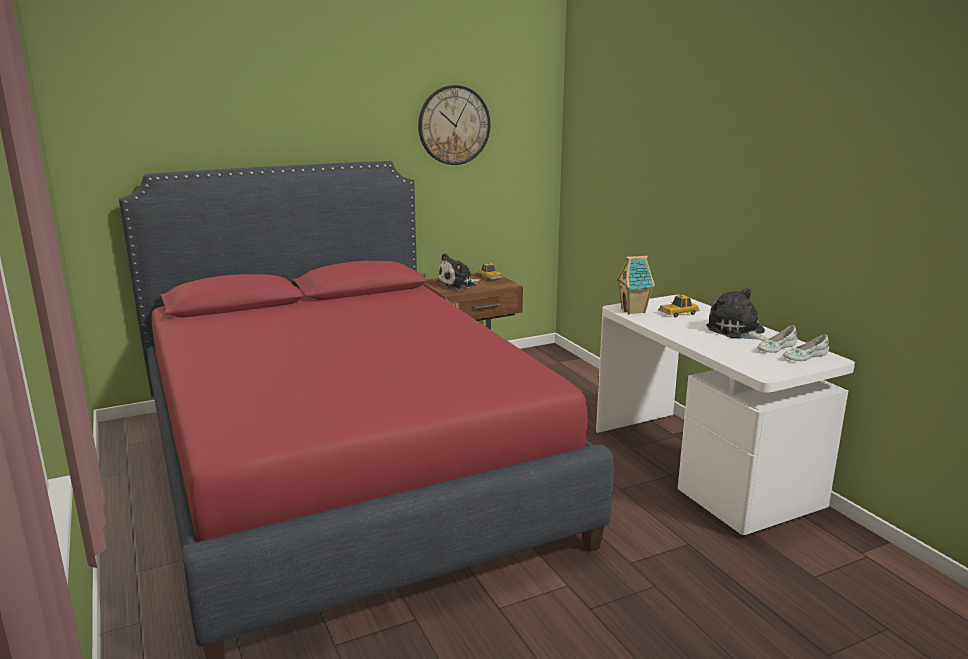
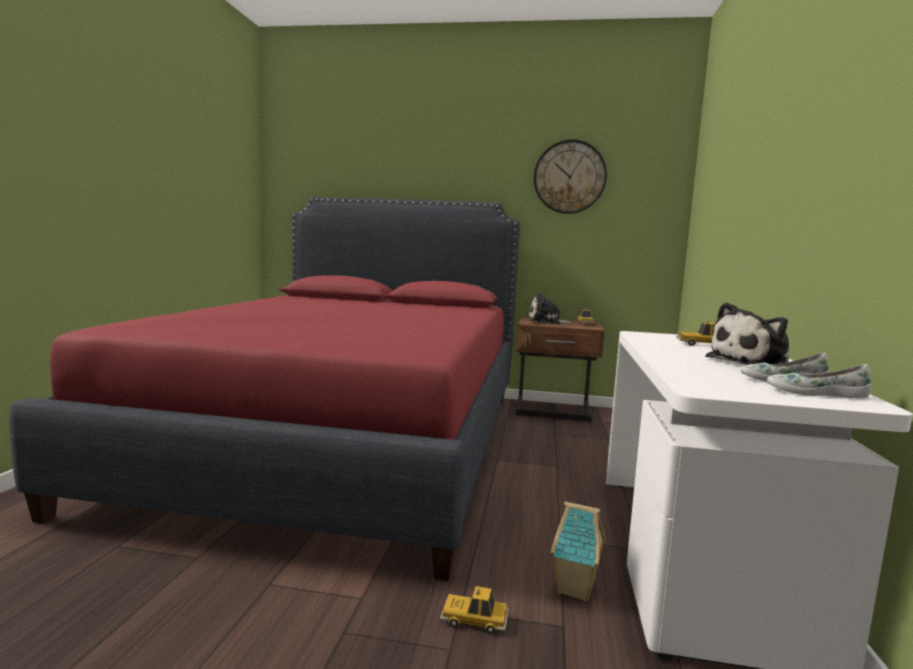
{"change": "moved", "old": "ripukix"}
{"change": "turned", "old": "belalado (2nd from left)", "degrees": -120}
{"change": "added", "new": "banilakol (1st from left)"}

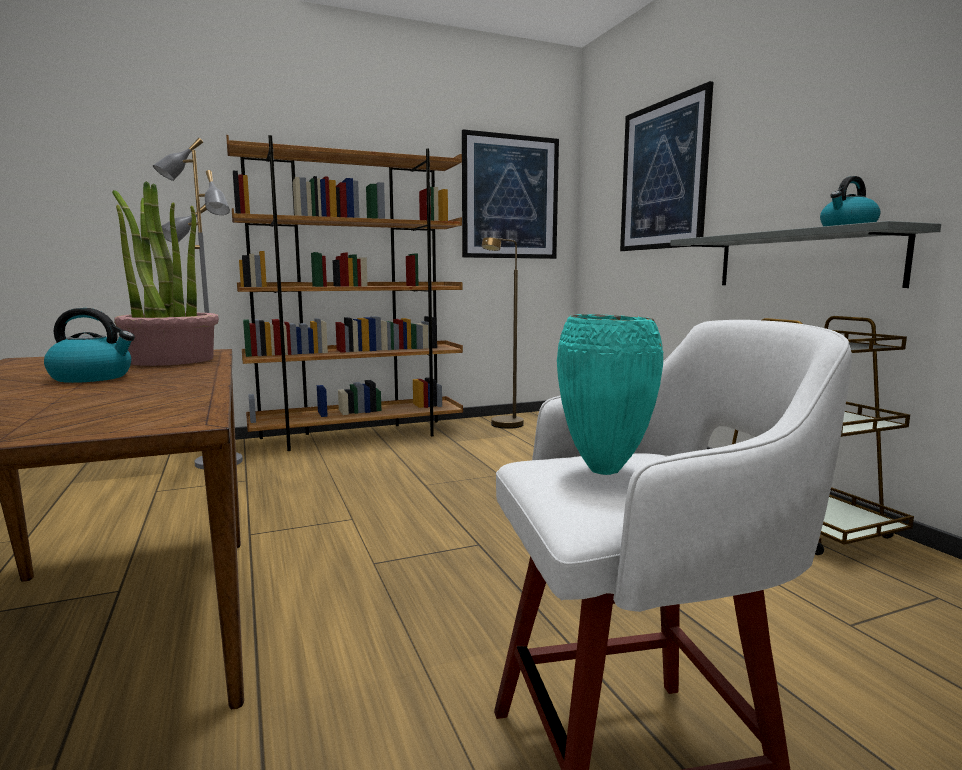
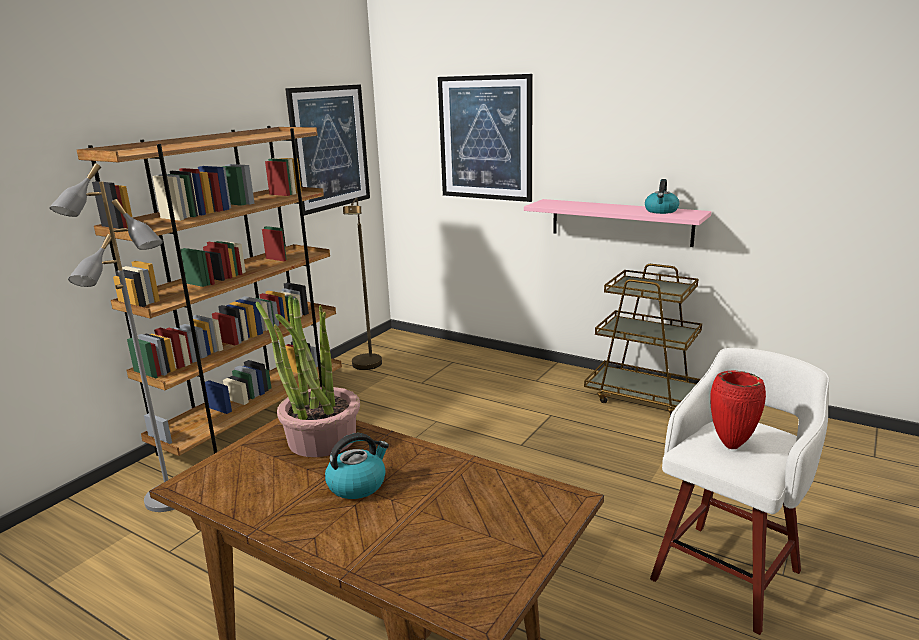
{"change": "recoloured", "old": "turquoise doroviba", "new": "red doroviba"}
{"change": "recoloured", "old": "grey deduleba", "new": "pink deduleba"}

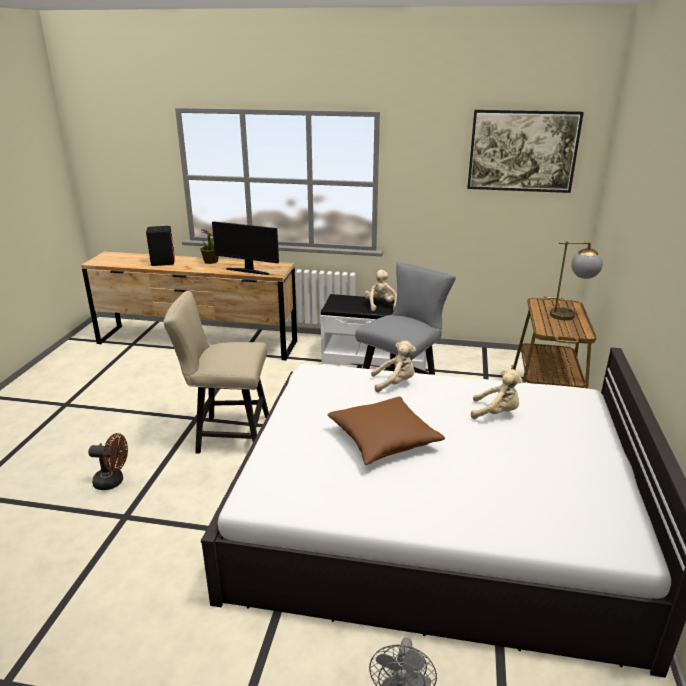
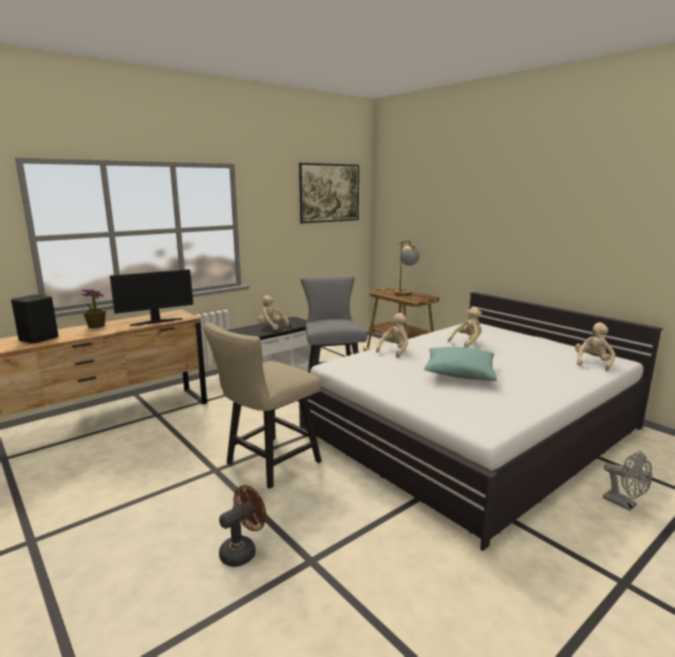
{"change": "recoloured", "old": "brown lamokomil", "new": "turquoise lamokomil"}
{"change": "added", "new": "beige belalado (4th from left)"}

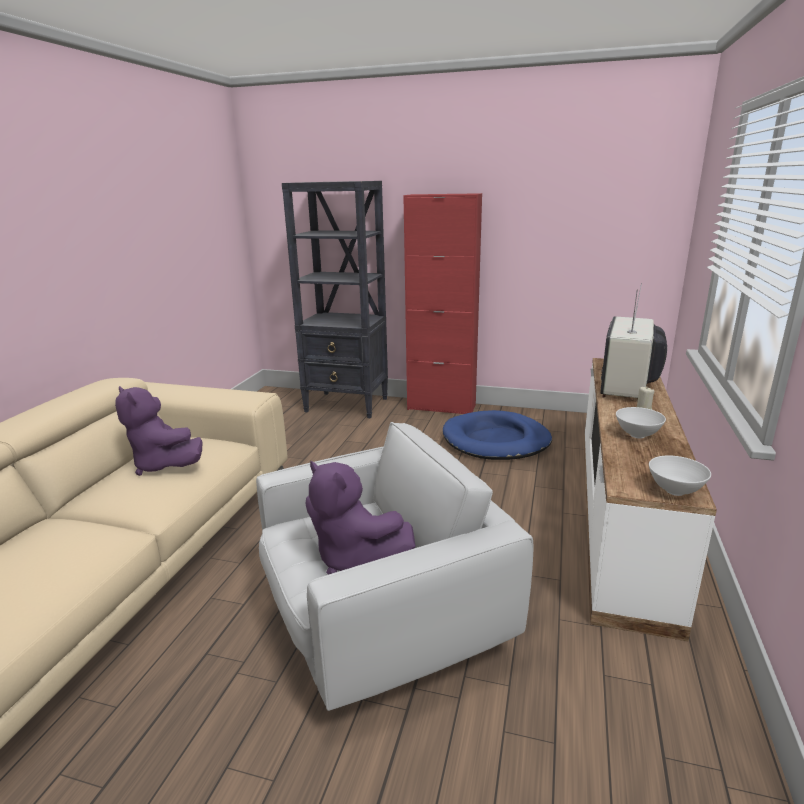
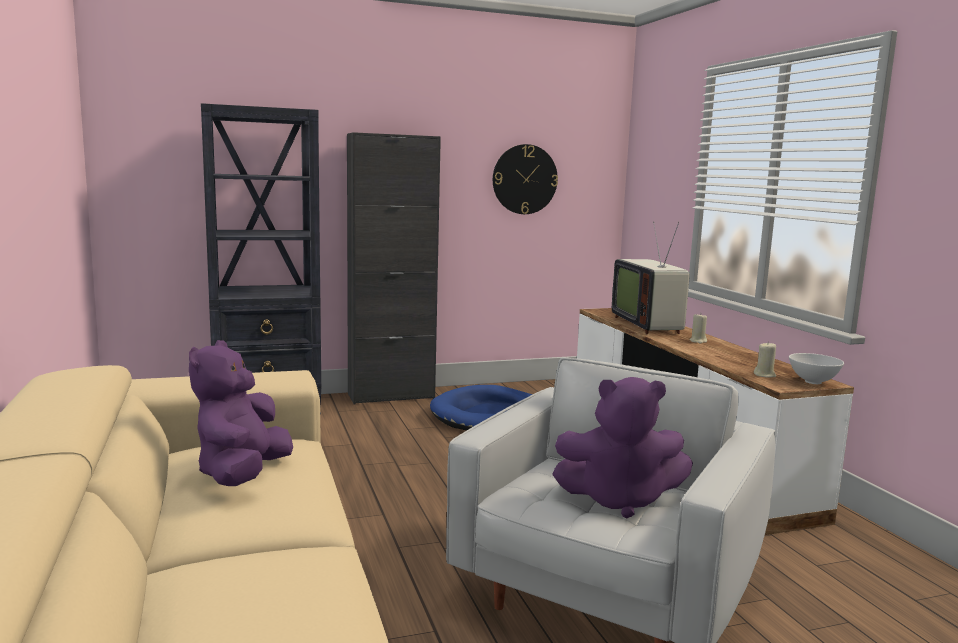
{"change": "turned", "old": "purple belalado (1st from left)", "degrees": 90}
{"change": "recoloured", "old": "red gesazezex", "new": "black gesazezex"}
{"change": "removed", "old": "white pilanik (1st from left)"}
{"change": "added", "new": "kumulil"}
{"change": "added", "new": "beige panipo (2nd from left)"}

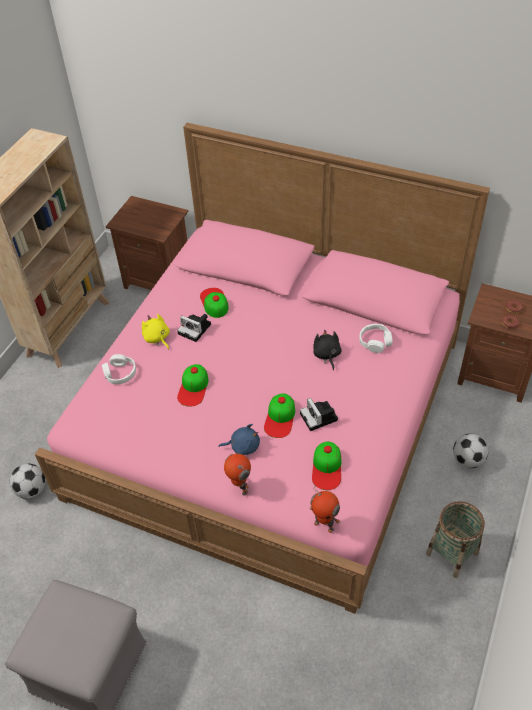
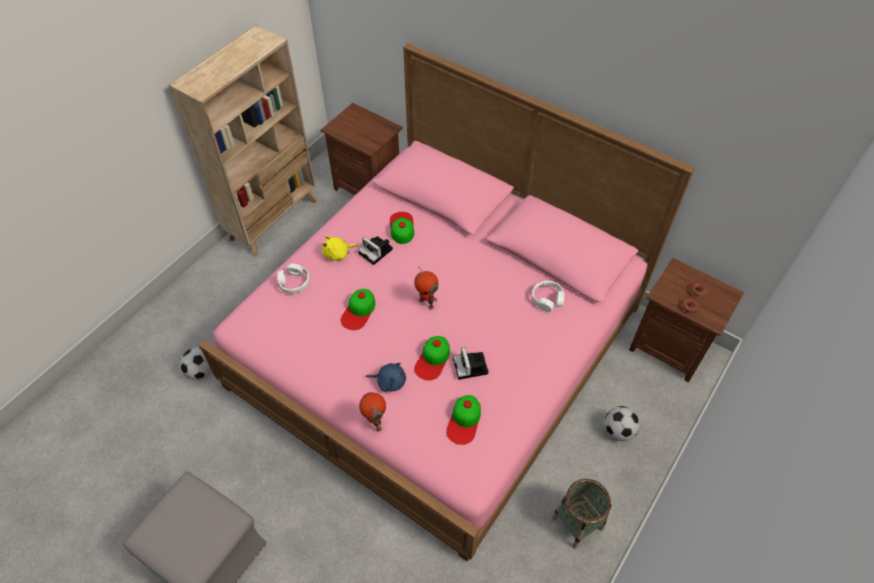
{"change": "turned", "old": "yellow belalado", "degrees": -90}
{"change": "moved", "old": "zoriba (2nd from left)"}
{"change": "removed", "old": "black belalado"}

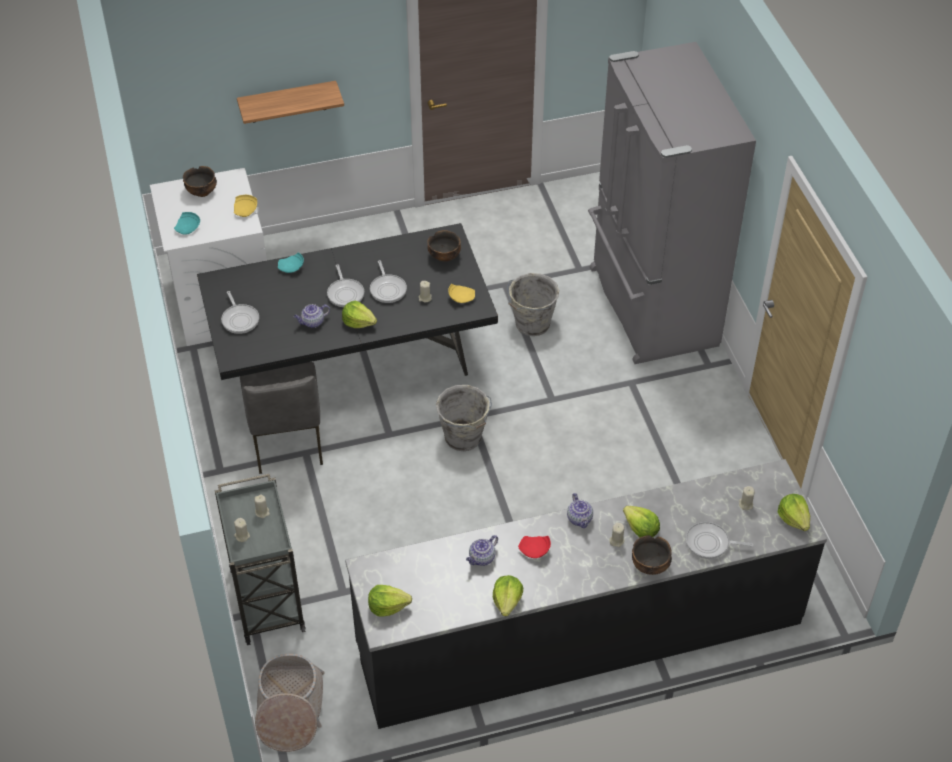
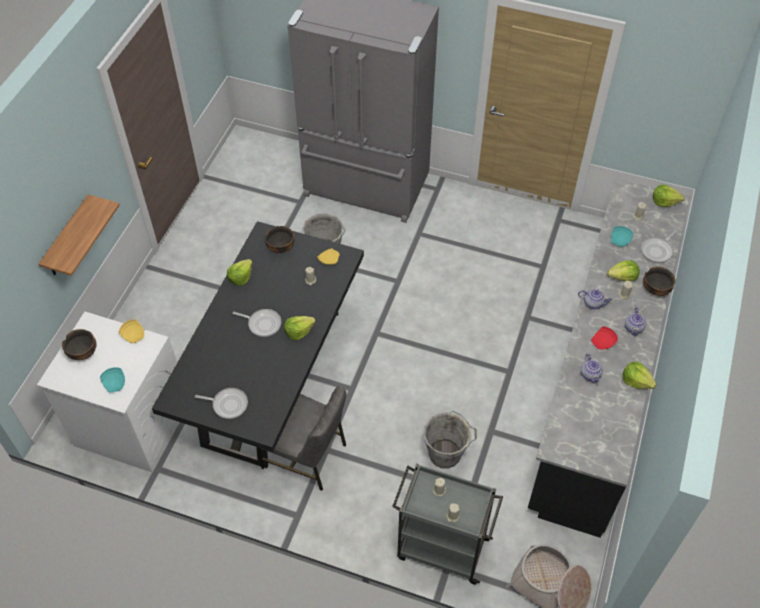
{"change": "moved", "old": "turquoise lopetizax (2nd from left)"}
{"change": "moved", "old": "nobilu (1st from left in the first image)", "new": "nobilu (3rd from left)"}
{"change": "moved", "old": "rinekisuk (2nd from left in the first image)", "new": "rinekisuk (1st from left)"}
{"change": "removed", "old": "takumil (3rd from left)"}
{"change": "moved", "old": "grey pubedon (1st from left in the first image)", "new": "grey pubedon (2nd from left)"}

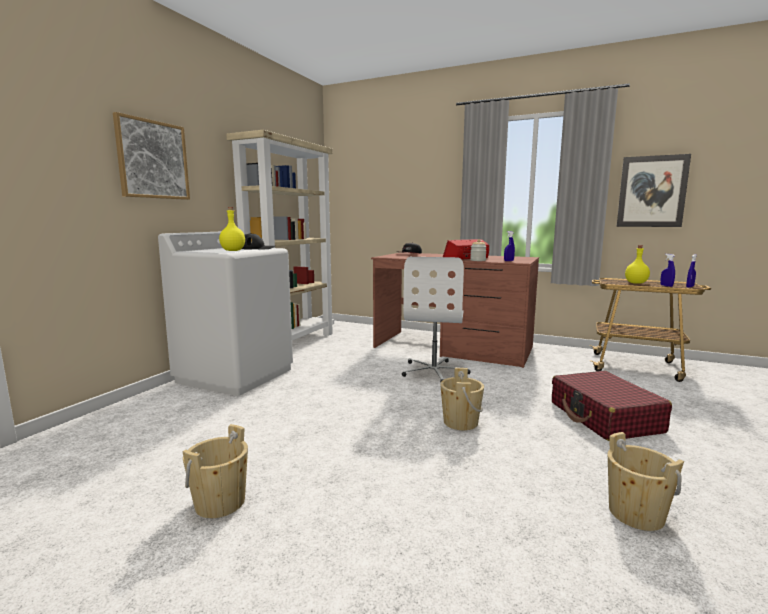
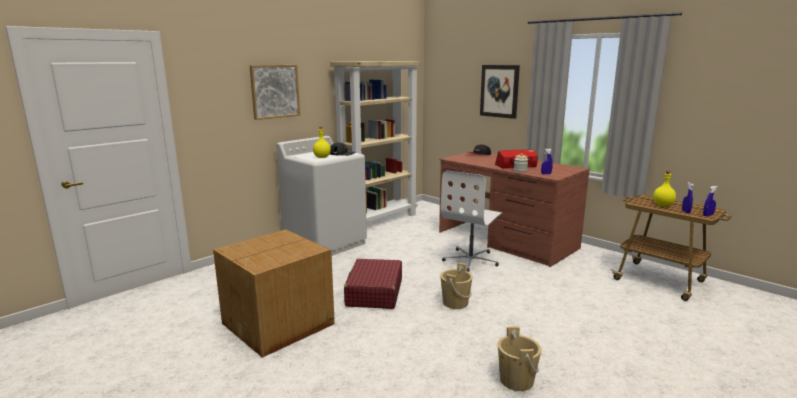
{"change": "replaced", "old": "beige pubedon (1st from left)", "new": "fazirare"}
{"change": "moved", "old": "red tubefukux"}
{"change": "moved", "old": "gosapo (2nd from left)"}

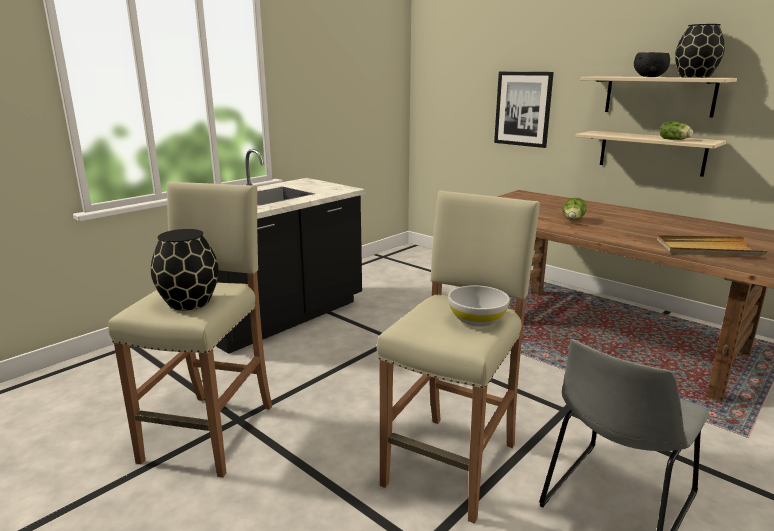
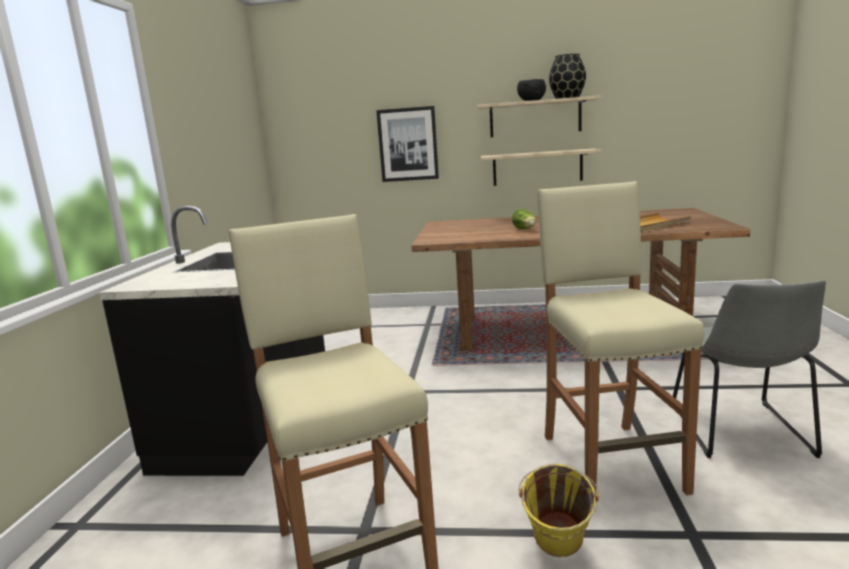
{"change": "removed", "old": "black doroviba (1st from left)"}
{"change": "removed", "old": "white pilanik"}
{"change": "removed", "old": "rinekisuk (2nd from left)"}
{"change": "added", "new": "yellow pubedon"}

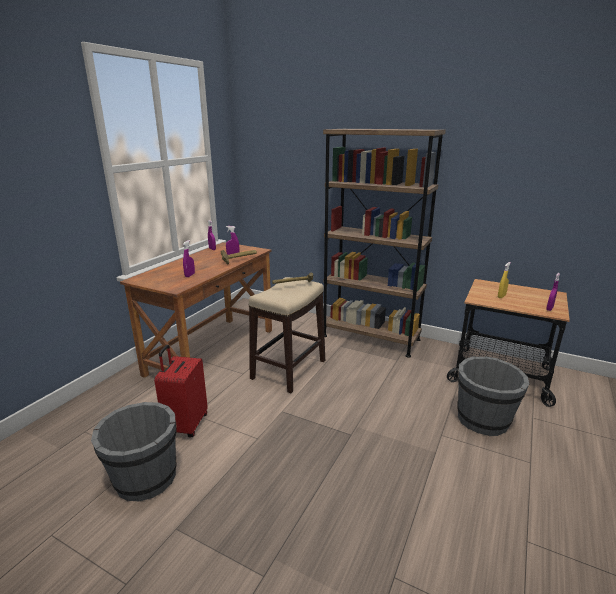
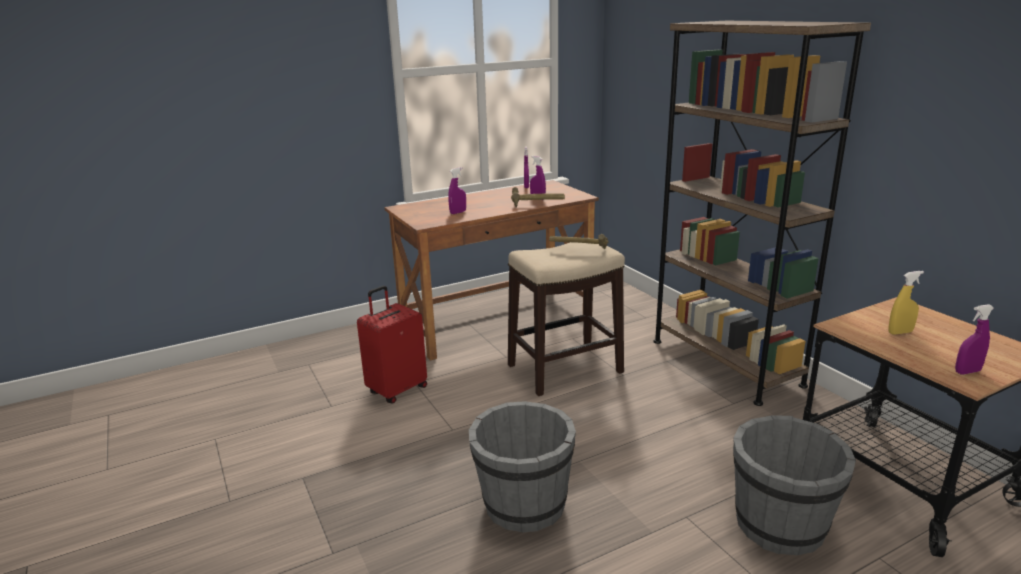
{"change": "moved", "old": "grey pubedon (1st from left)"}

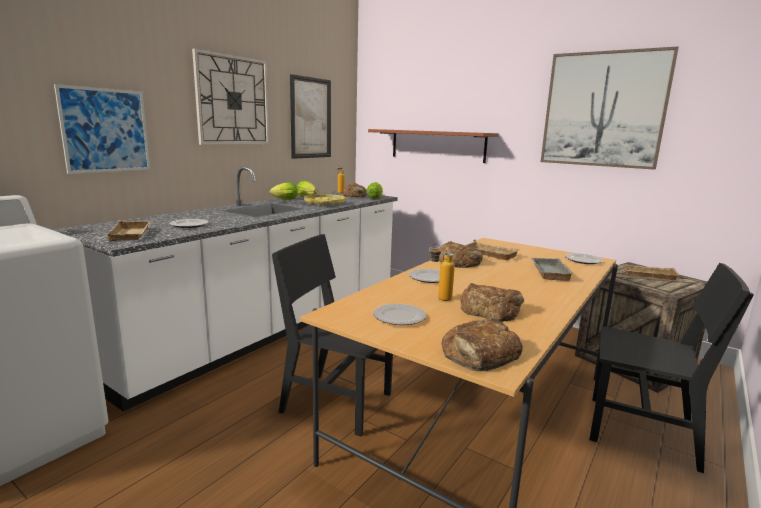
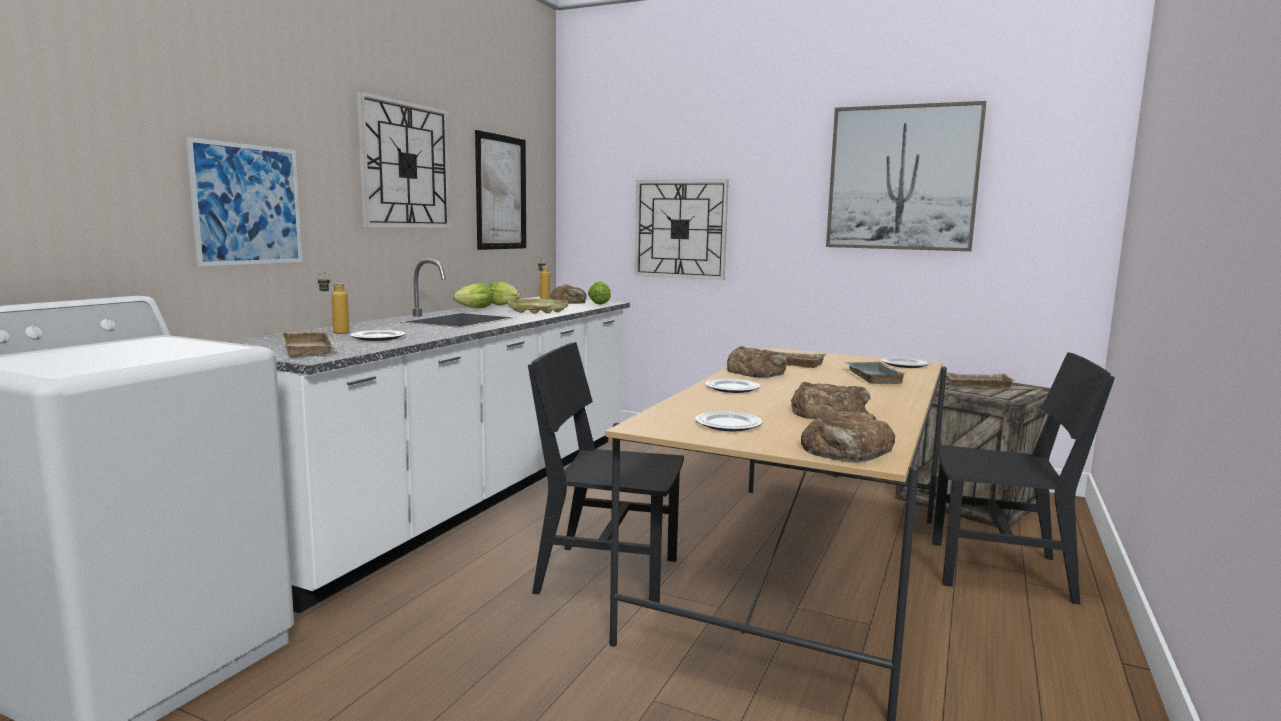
{"change": "replaced", "old": "brown deduleba", "new": "kumulil (2nd from left)"}
{"change": "moved", "old": "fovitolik (2nd from left in the first image)", "new": "fovitolik (1st from left)"}

